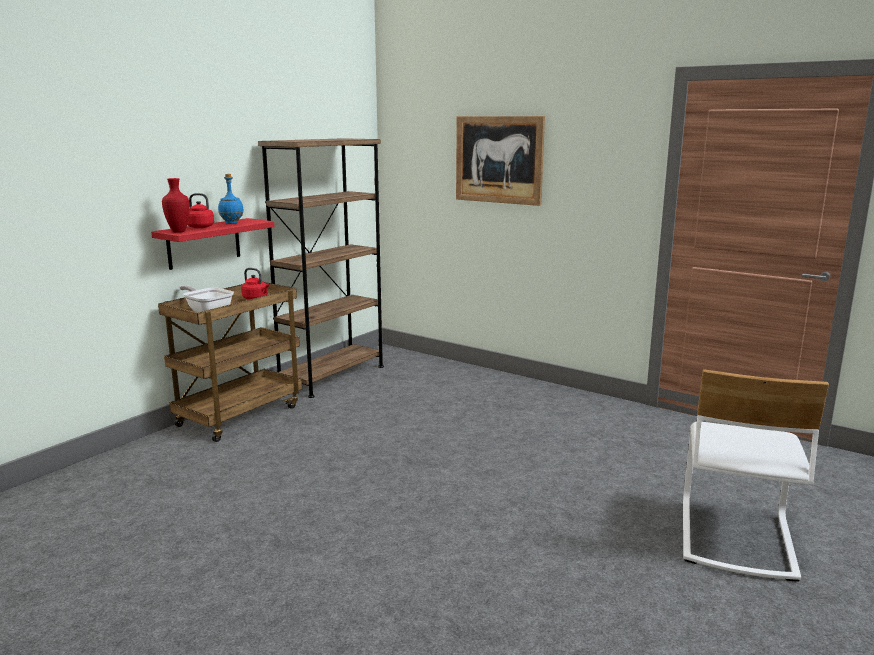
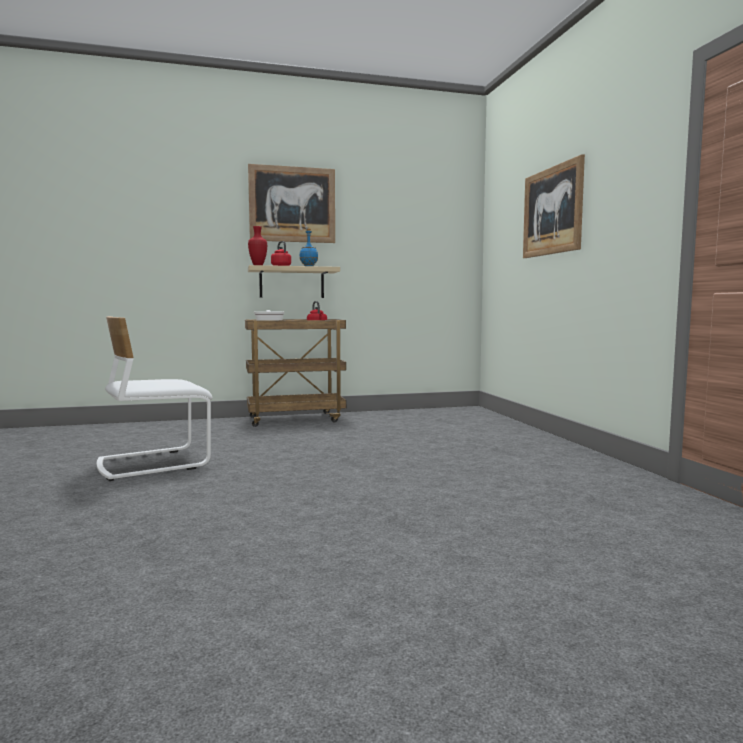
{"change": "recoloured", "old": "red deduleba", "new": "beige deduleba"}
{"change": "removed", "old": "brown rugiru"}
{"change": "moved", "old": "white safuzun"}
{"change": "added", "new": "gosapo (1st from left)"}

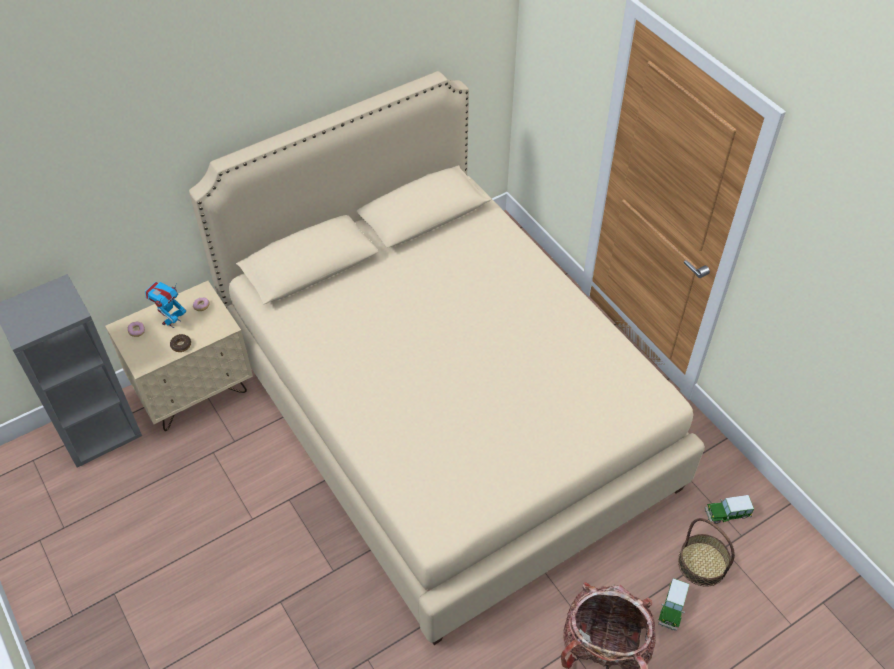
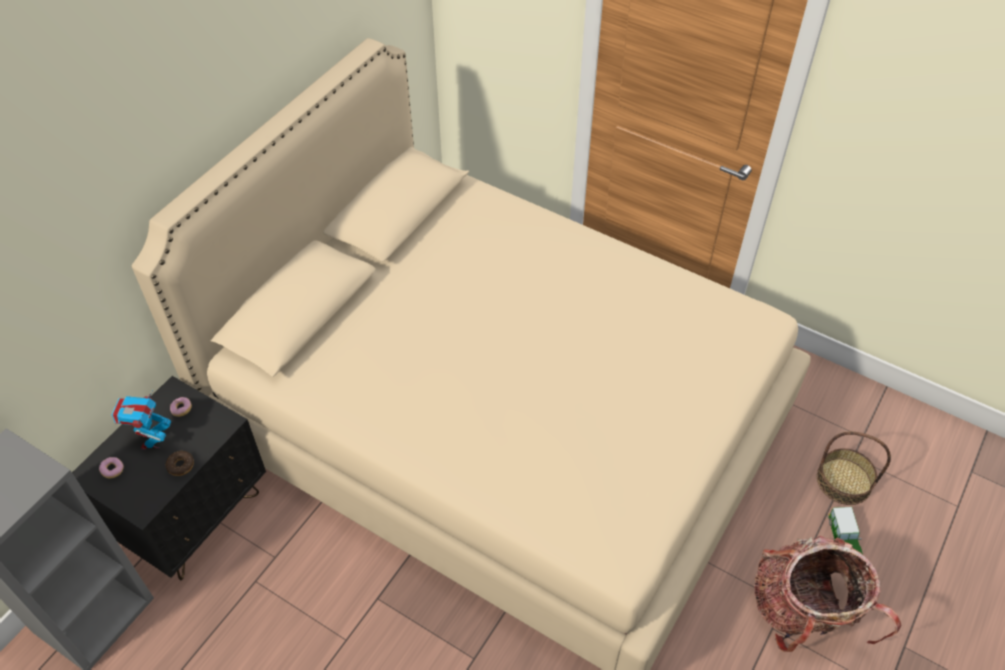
{"change": "recoloured", "old": "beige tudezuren", "new": "black tudezuren"}
{"change": "removed", "old": "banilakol (2nd from left)"}

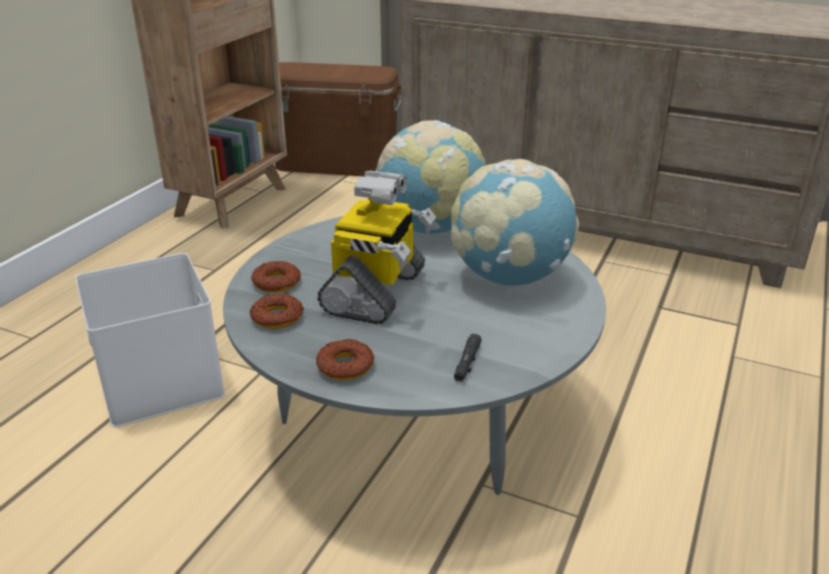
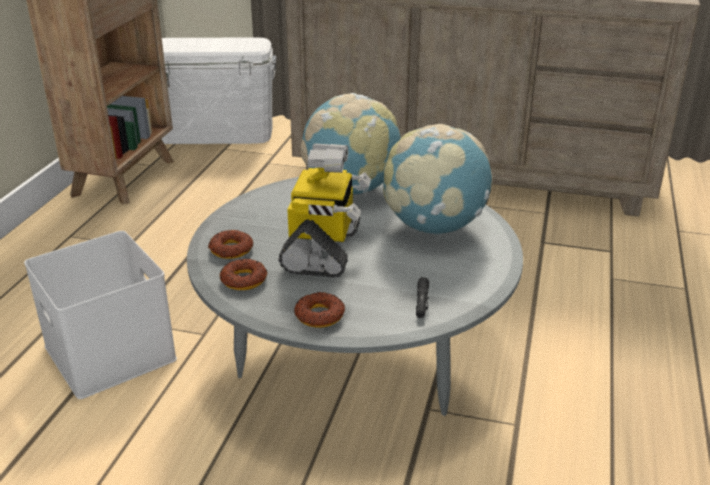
{"change": "recoloured", "old": "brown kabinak", "new": "white kabinak (2nd from left)"}

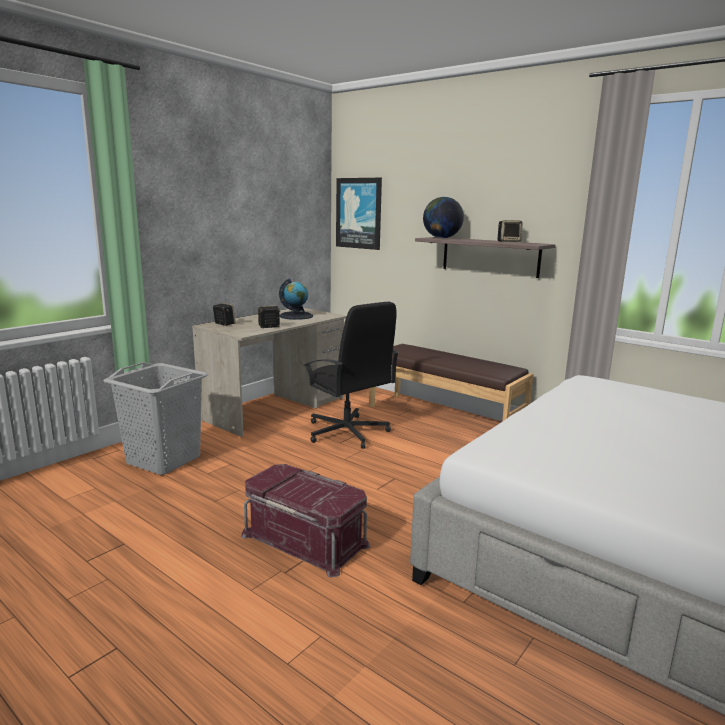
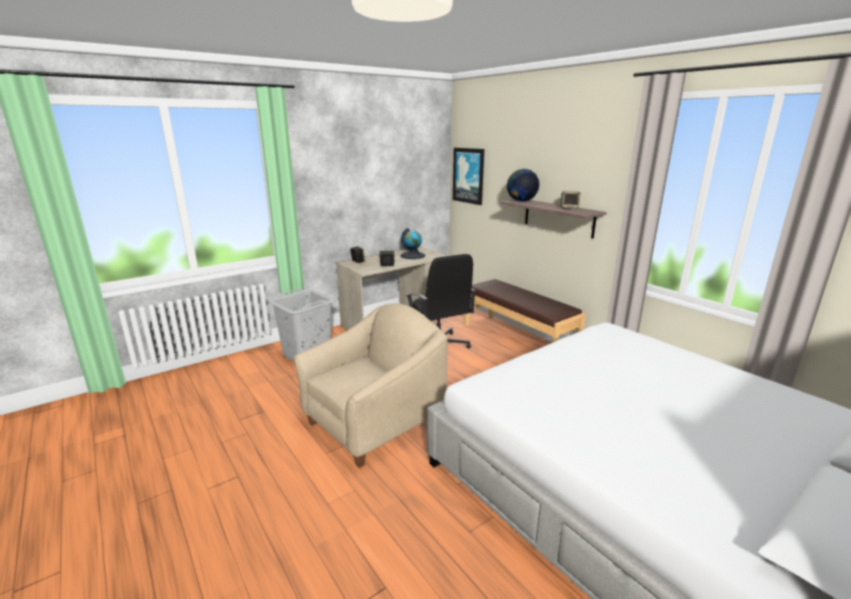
{"change": "replaced", "old": "red kabinak", "new": "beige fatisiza"}

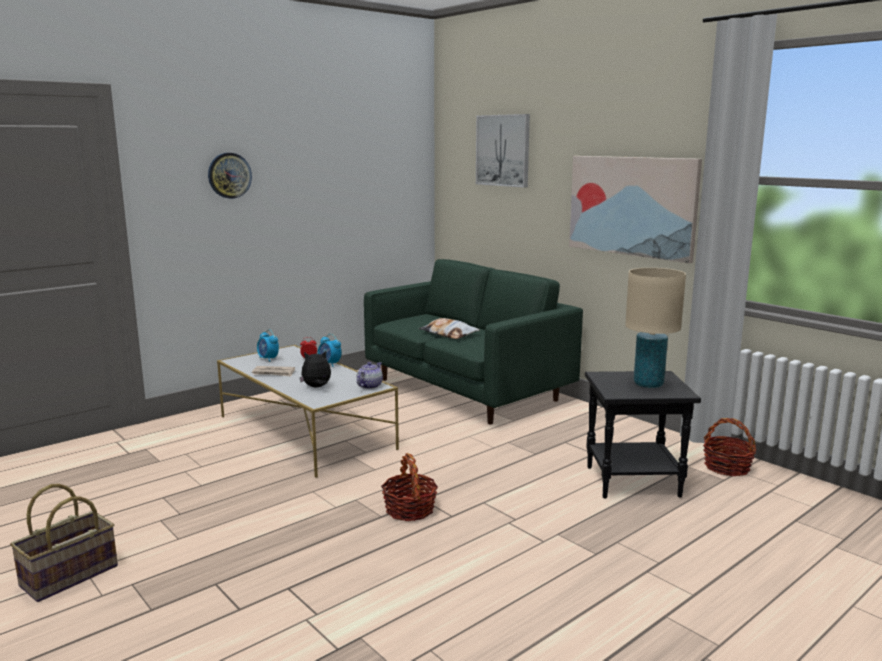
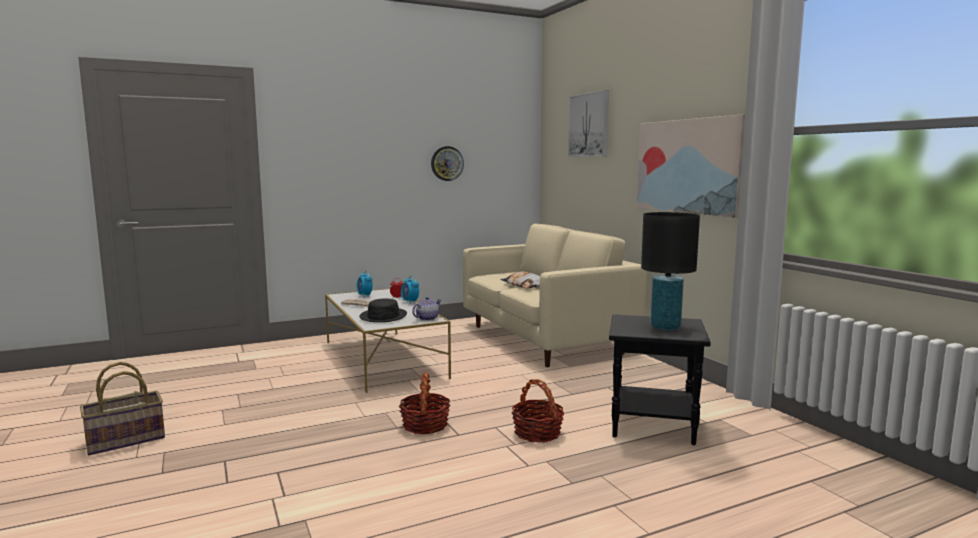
{"change": "moved", "old": "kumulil"}
{"change": "replaced", "old": "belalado", "new": "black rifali"}
{"change": "recoloured", "old": "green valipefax", "new": "beige valipefax"}
{"change": "recoloured", "old": "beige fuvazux", "new": "black fuvazux"}
{"change": "moved", "old": "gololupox (3rd from left)"}

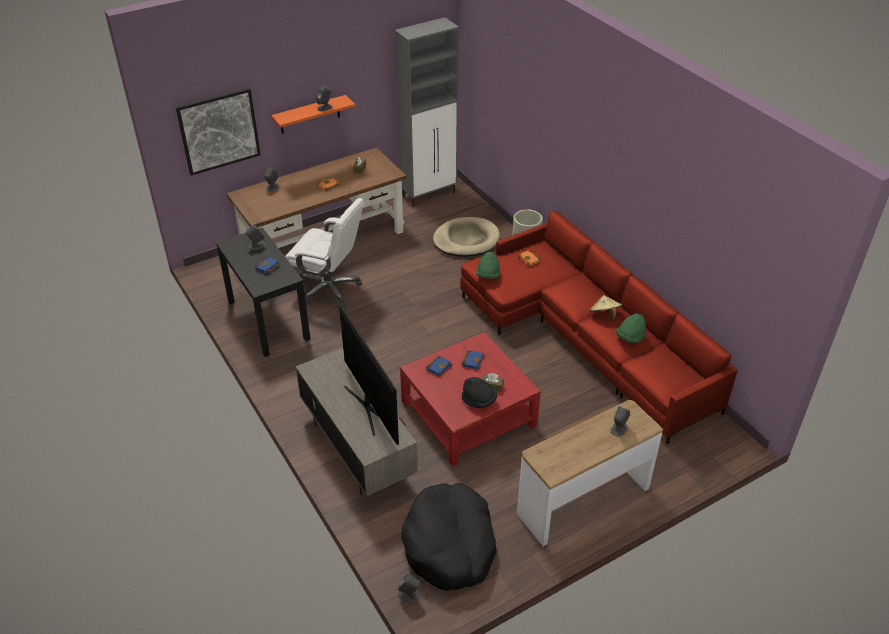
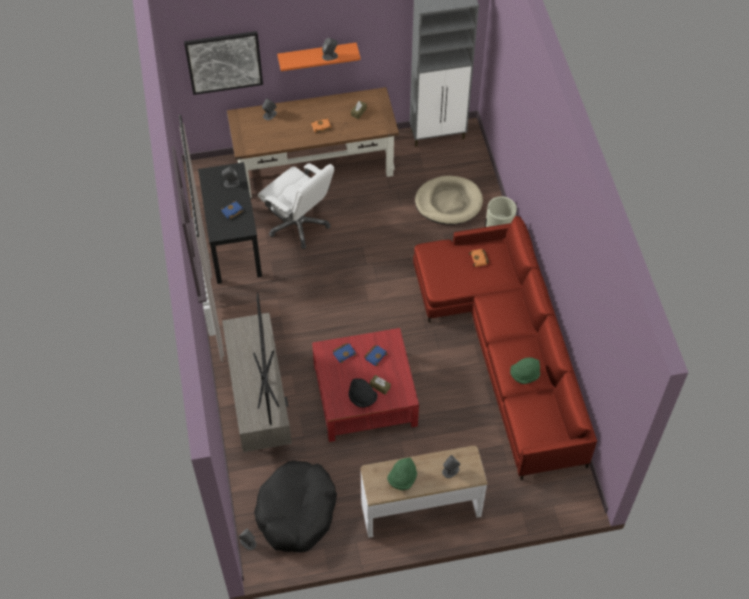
{"change": "moved", "old": "green rifali (1st from left)"}
{"change": "removed", "old": "beige rifali"}

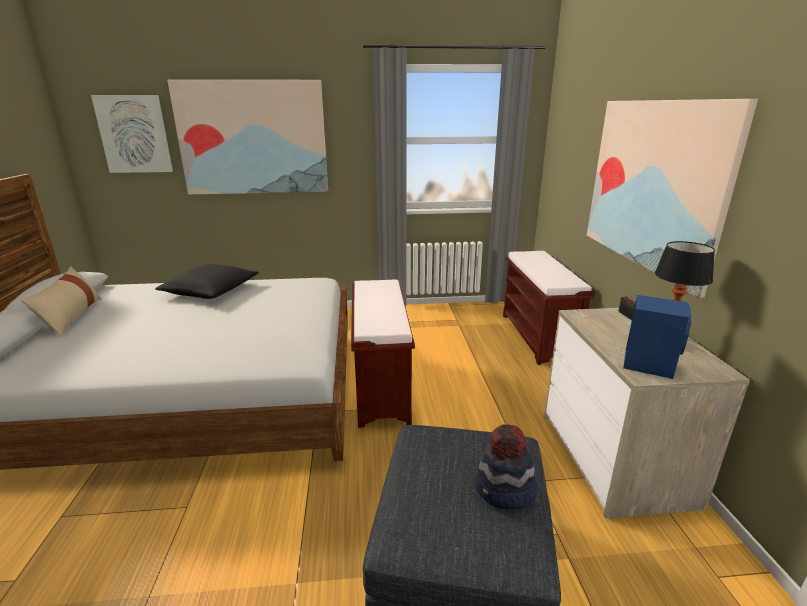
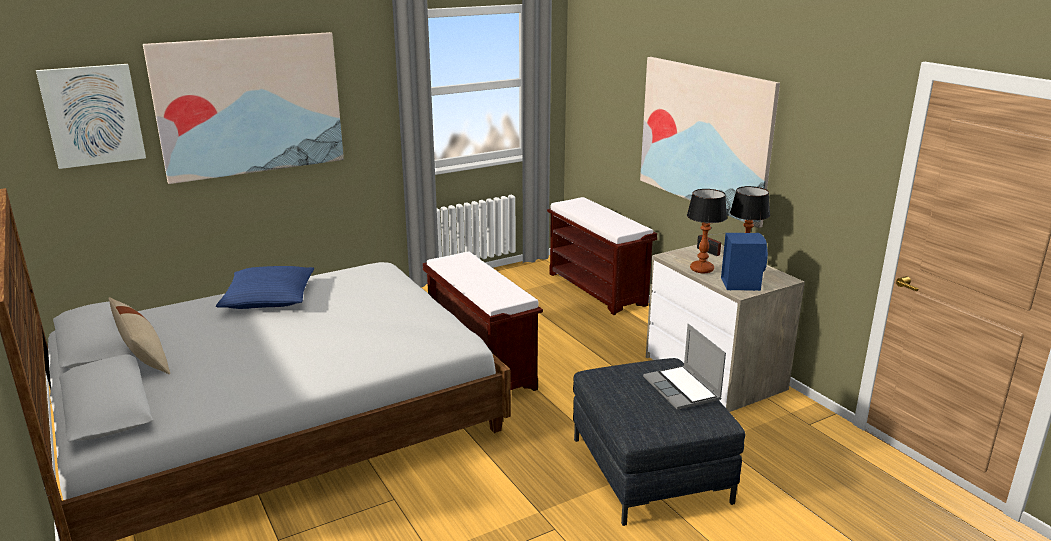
{"change": "recoloured", "old": "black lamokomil", "new": "blue lamokomil"}
{"change": "replaced", "old": "rifali", "new": "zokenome"}
{"change": "added", "new": "fuvazux (1st from left)"}

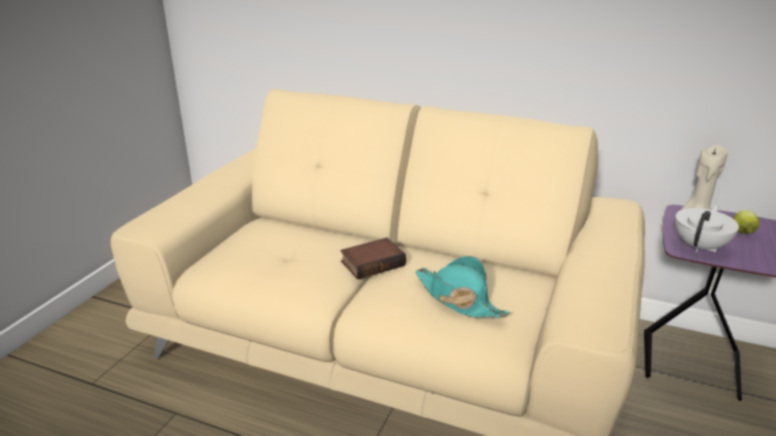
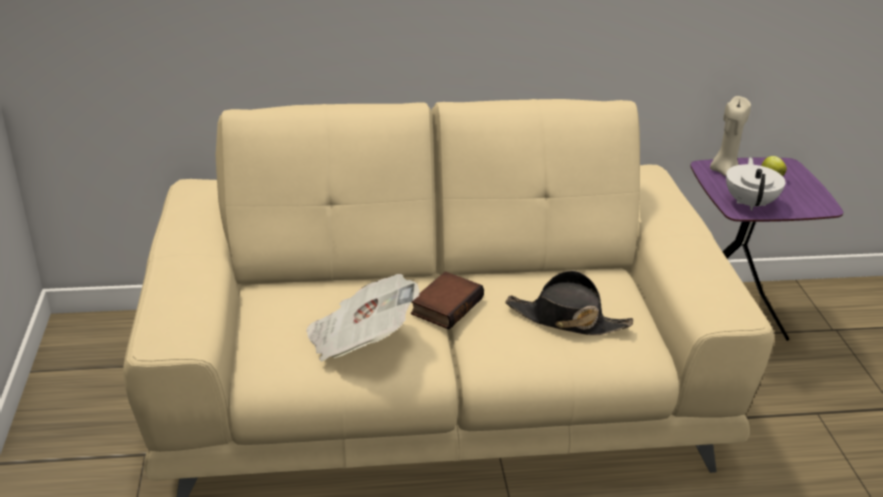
{"change": "recoloured", "old": "turquoise rifali", "new": "black rifali"}
{"change": "added", "new": "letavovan"}

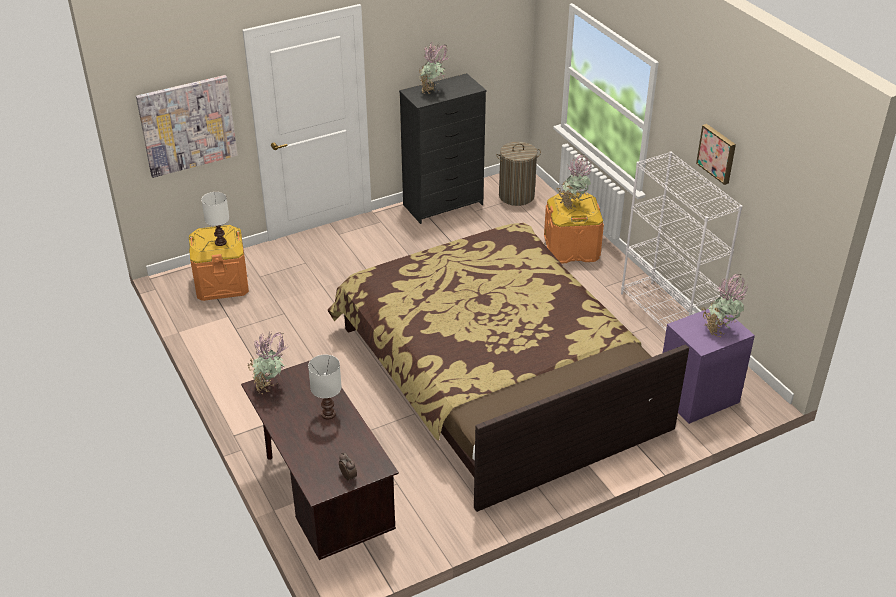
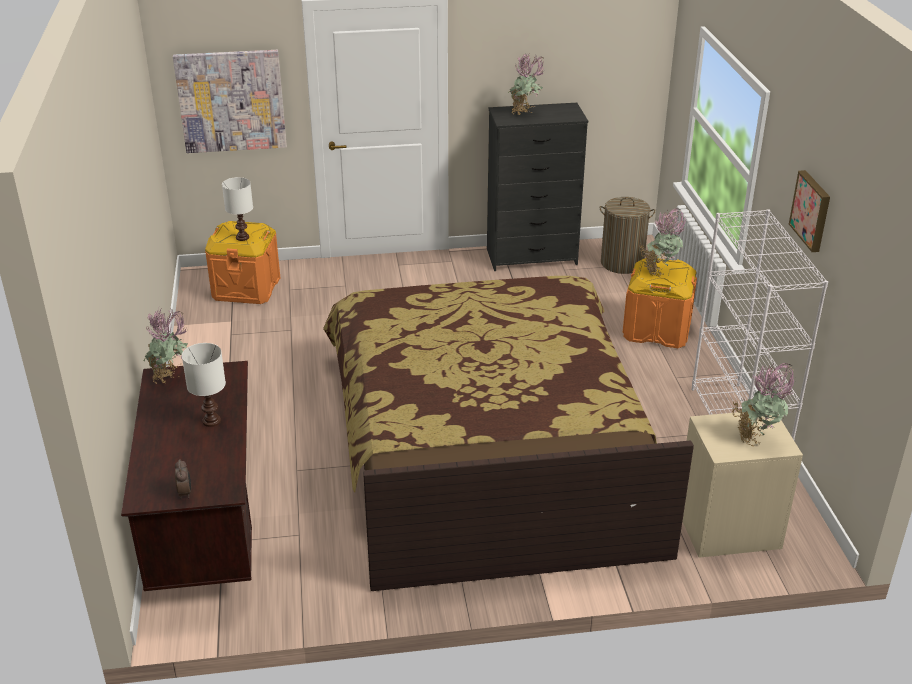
{"change": "recoloured", "old": "purple tudezuren", "new": "beige tudezuren"}

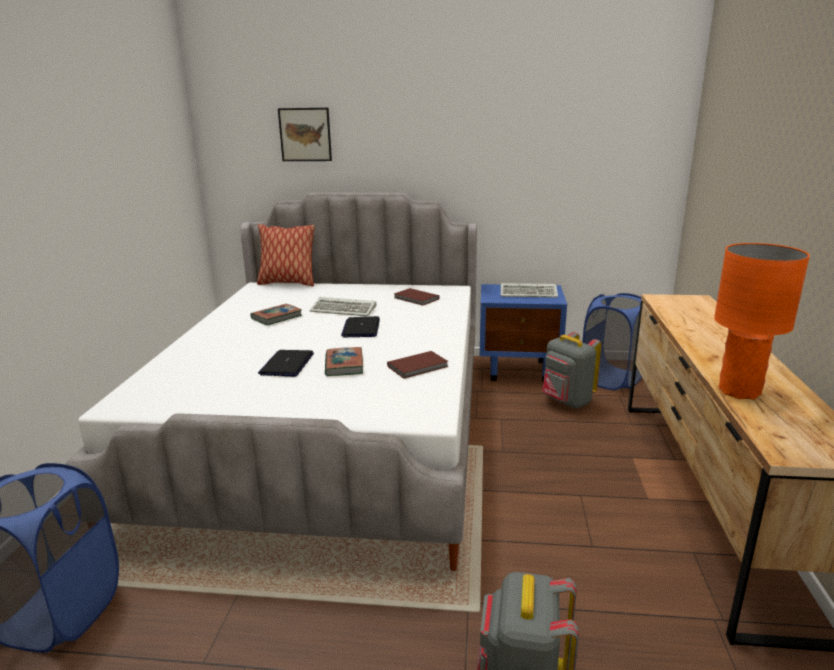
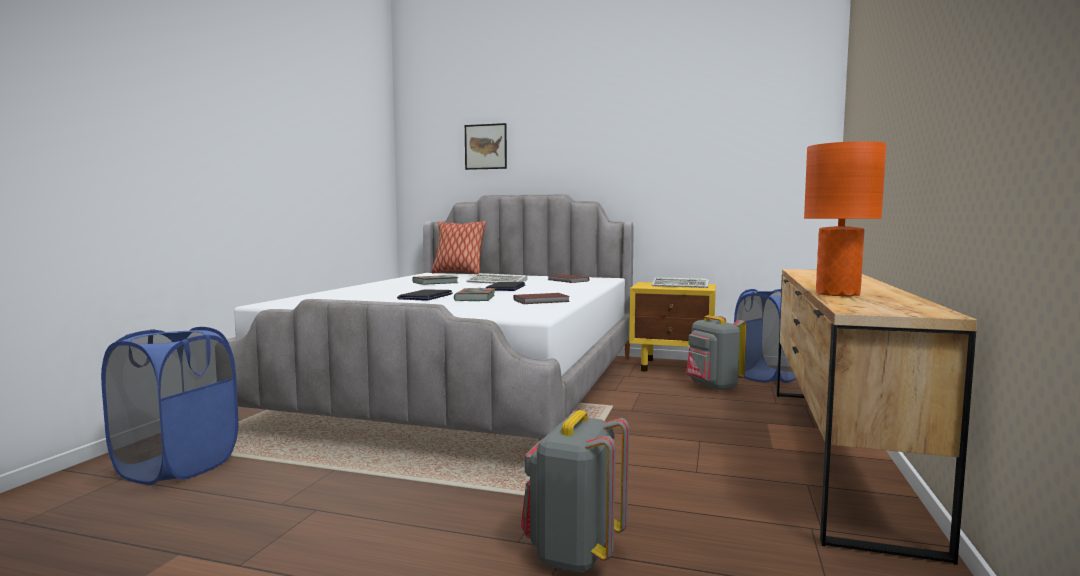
{"change": "recoloured", "old": "blue tudezuren", "new": "yellow tudezuren"}

